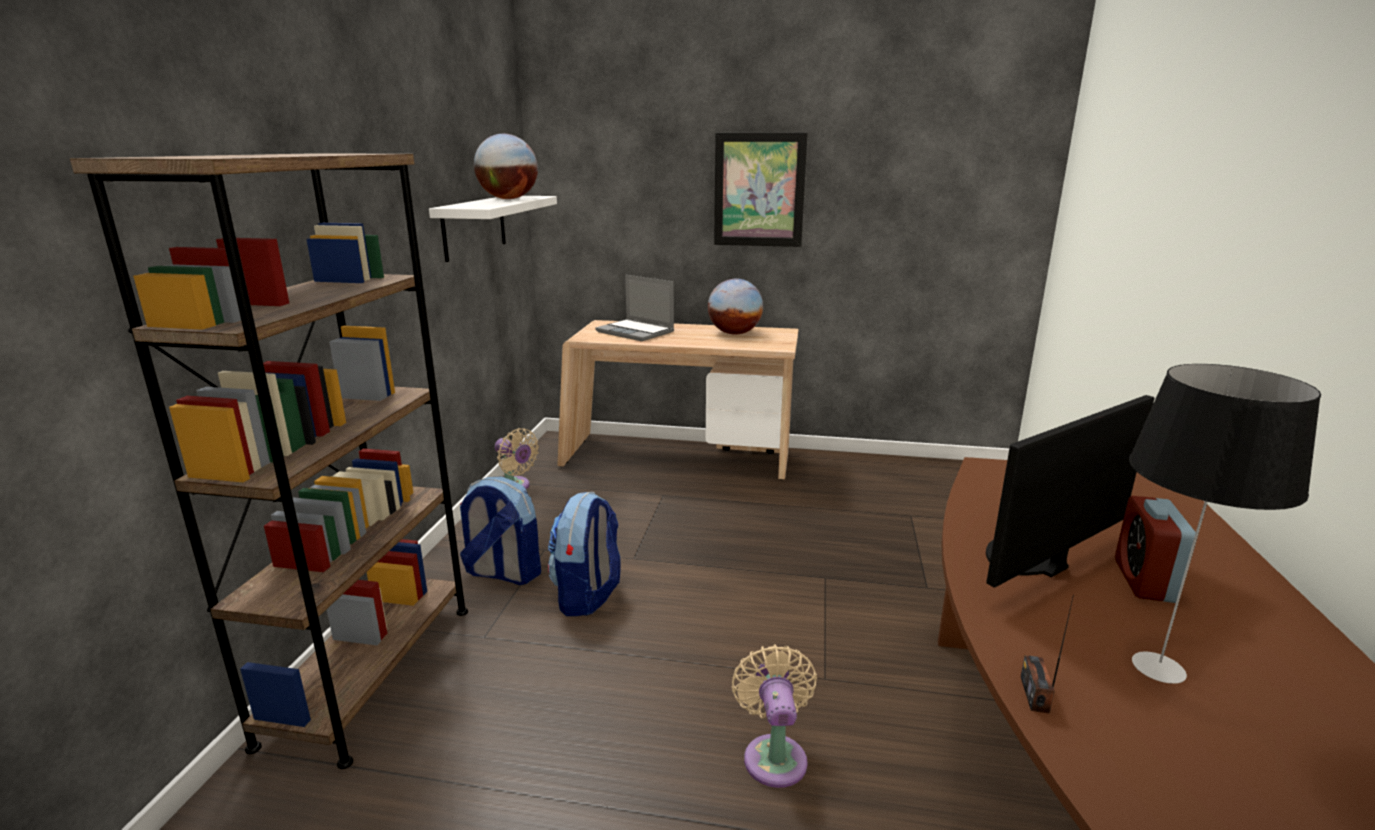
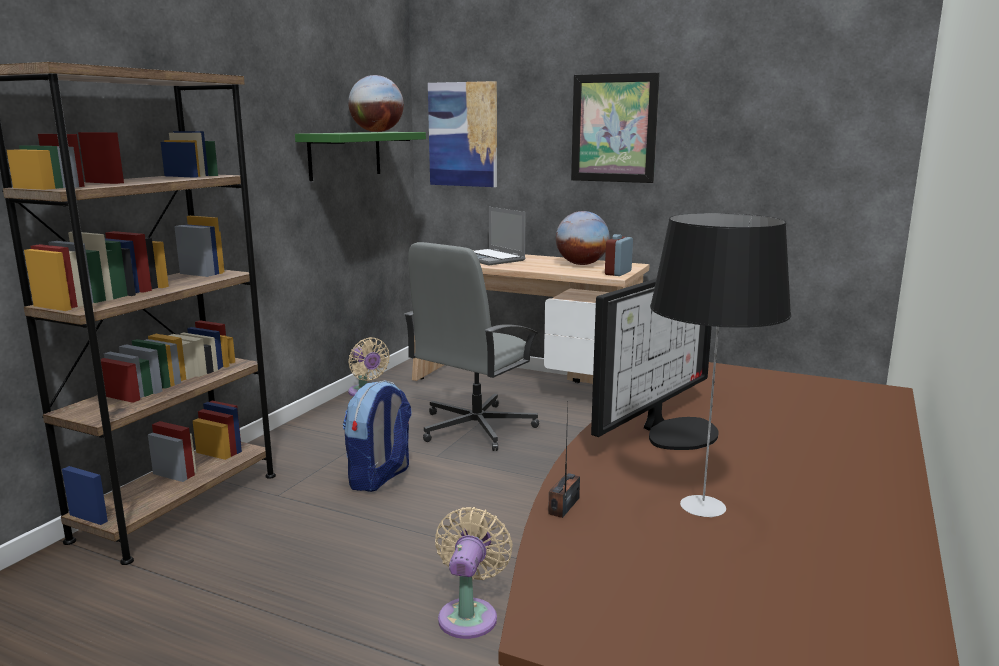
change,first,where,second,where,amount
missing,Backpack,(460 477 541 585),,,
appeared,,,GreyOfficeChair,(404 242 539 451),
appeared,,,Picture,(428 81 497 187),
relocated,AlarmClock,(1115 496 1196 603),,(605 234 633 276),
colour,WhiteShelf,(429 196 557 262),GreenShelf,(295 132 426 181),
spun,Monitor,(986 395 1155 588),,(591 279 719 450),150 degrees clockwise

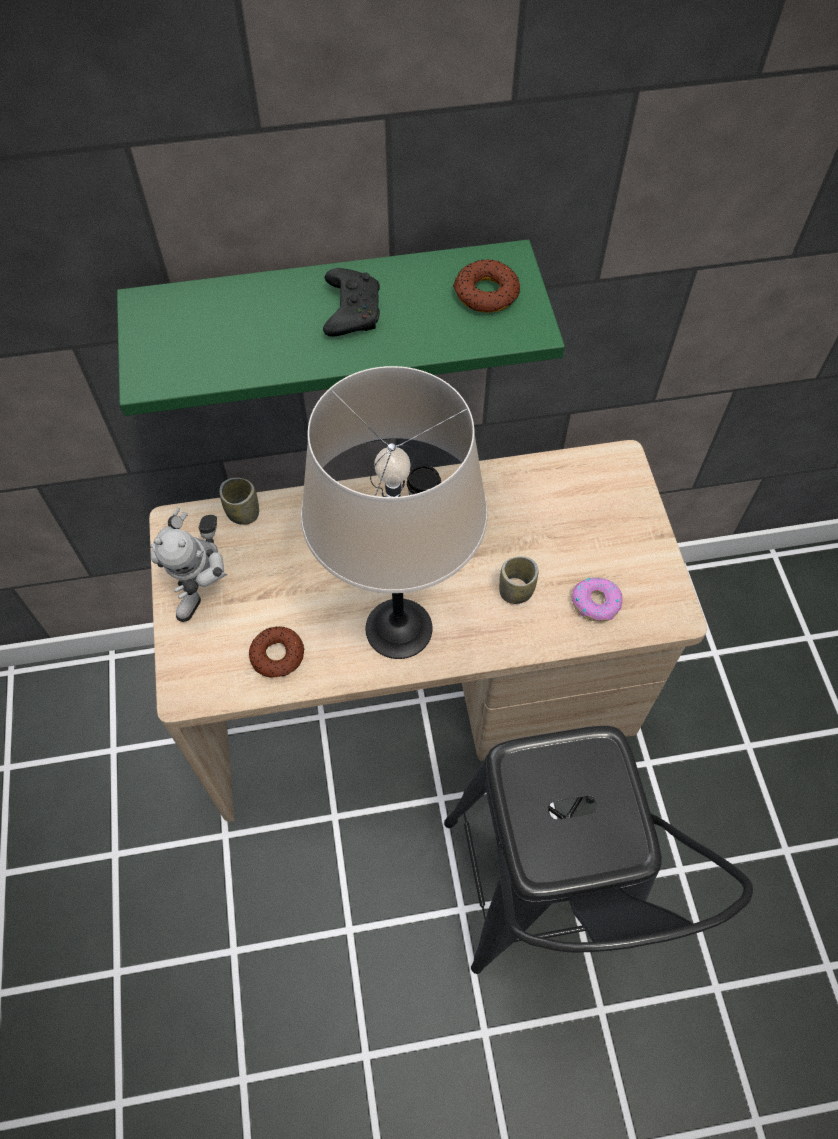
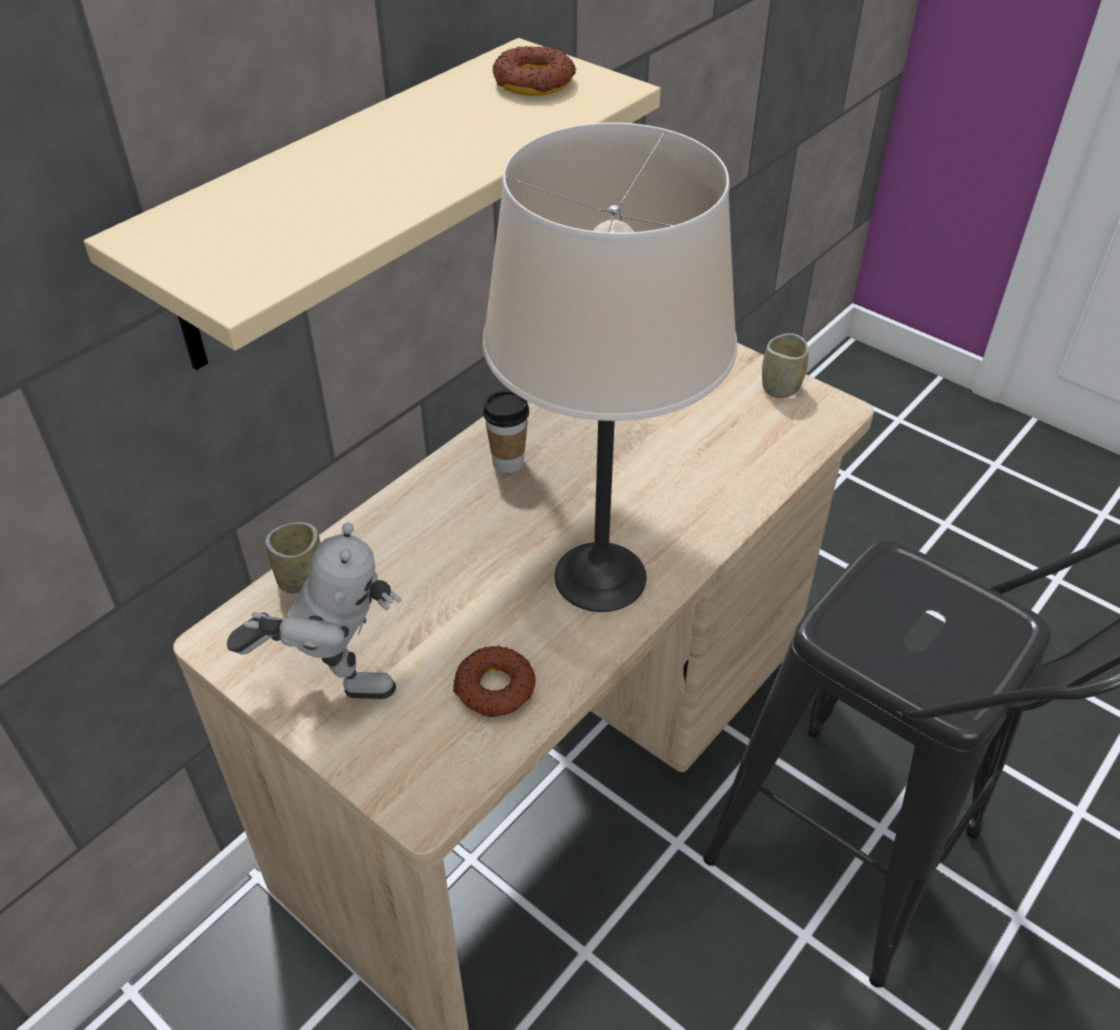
change,first,where,second,where,amount
missing,BlackGameController,(323 268 380 337),,,
missing,Donut,(572 578 622 622),,,
relocated,Cup,(499 556 538 604),,(762 333 809 398),
colour,GreenShelf,(117 240 565 416),BeigeShelf,(84 38 661 370),
spun,ToyRobot,(150 508 227 622),,(227 523 401 699),60 degrees counterclockwise

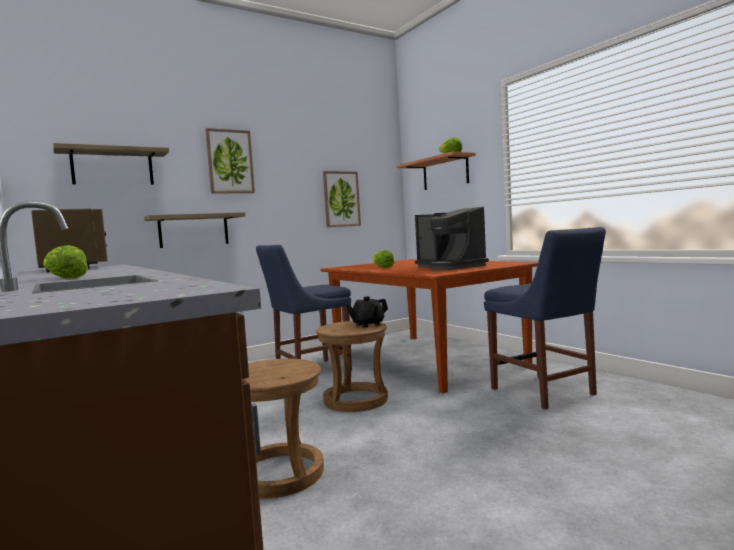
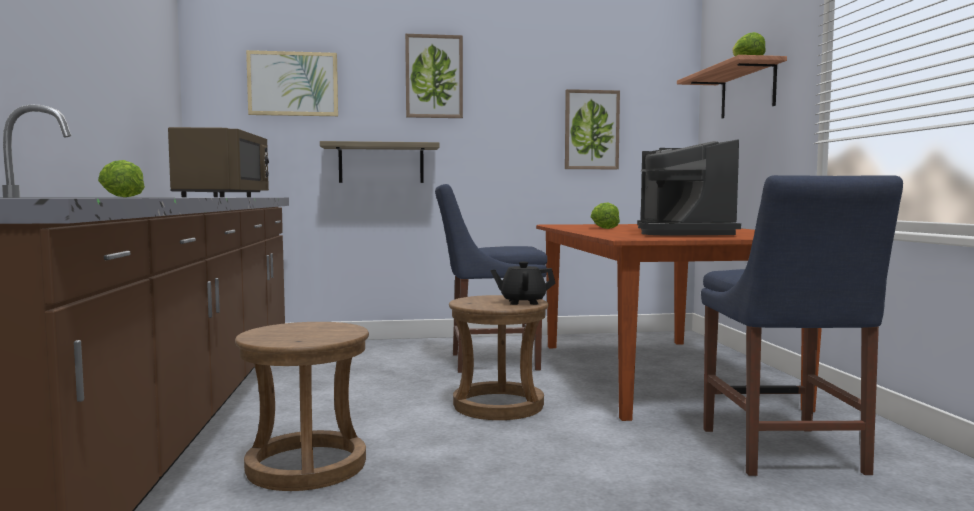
change,first,where,second,where,amount
exchanged,Shelf,(53 143 169 185),Picture,(246 50 338 116),

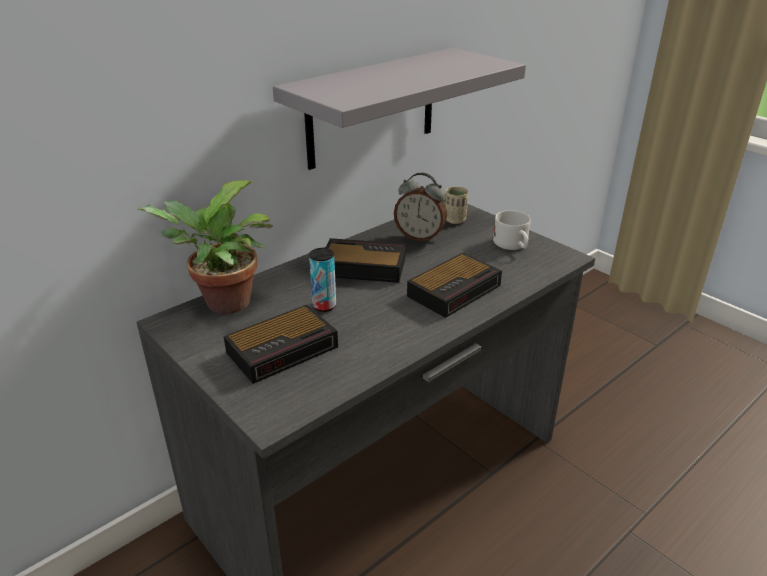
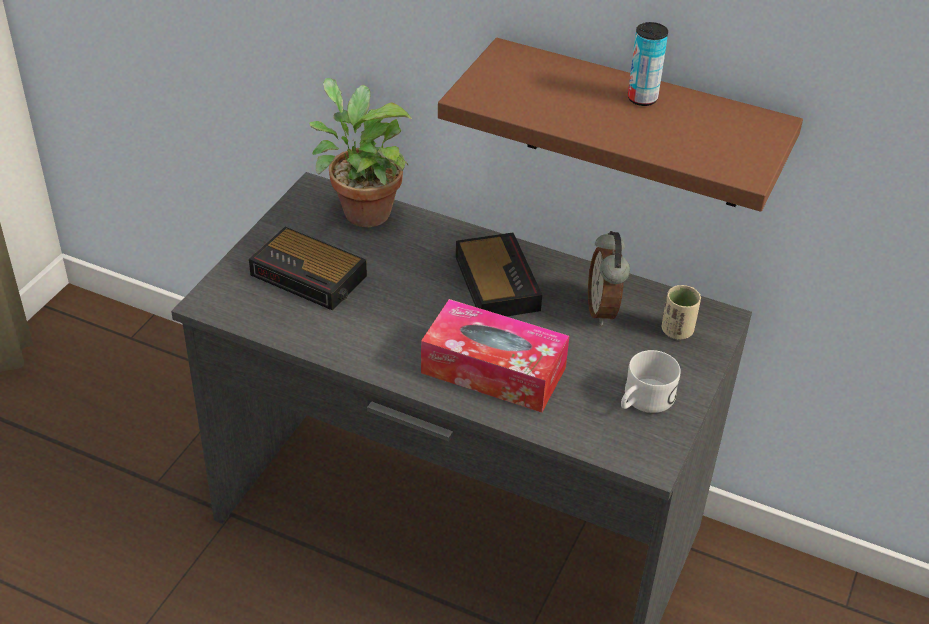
change,first,where,second,where,amount
relocated,Can,(309 248 336 312),,(628 22 668 106),
exchanged,AlarmClock,(407 253 502 318),TissueBox,(421 299 569 413),
colour,GreyShelf,(273 48 526 170),BrownShelf,(438 38 803 212),

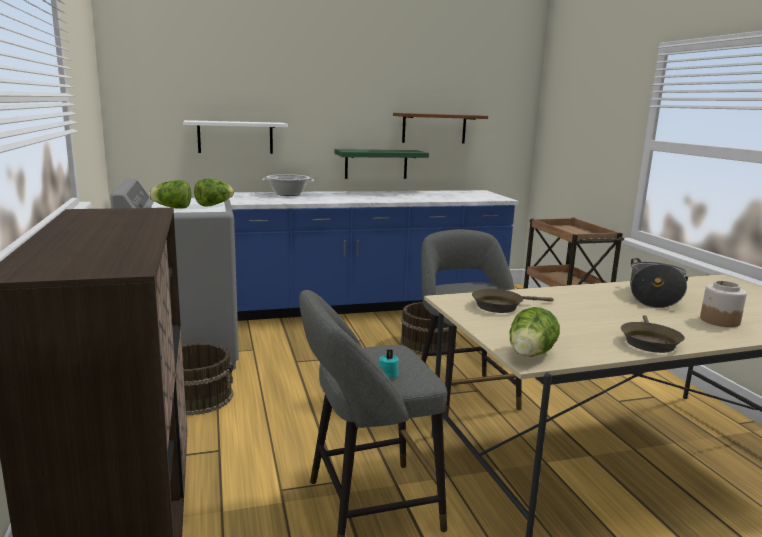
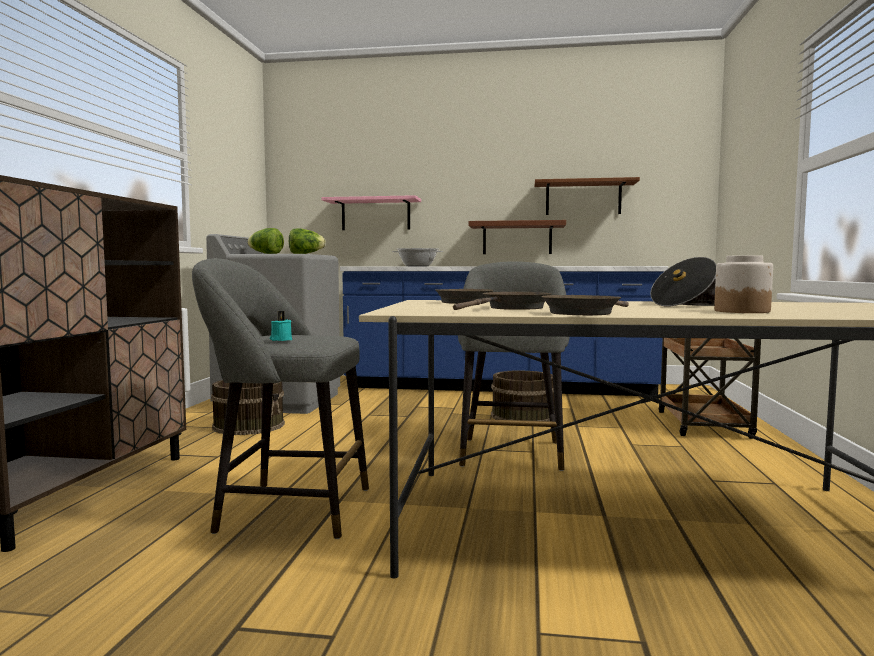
change,first,where,second,where,amount
missing,Lettuce,(510 307 560 357),,,
appeared,,,BrownFryingPan,(453 292 551 310),
colour,WhiteShelf,(183 120 288 154),PinkShelf,(322 195 421 230),
colour,GreenShelf,(335 149 429 179),BrownShelf,(469 220 566 254),

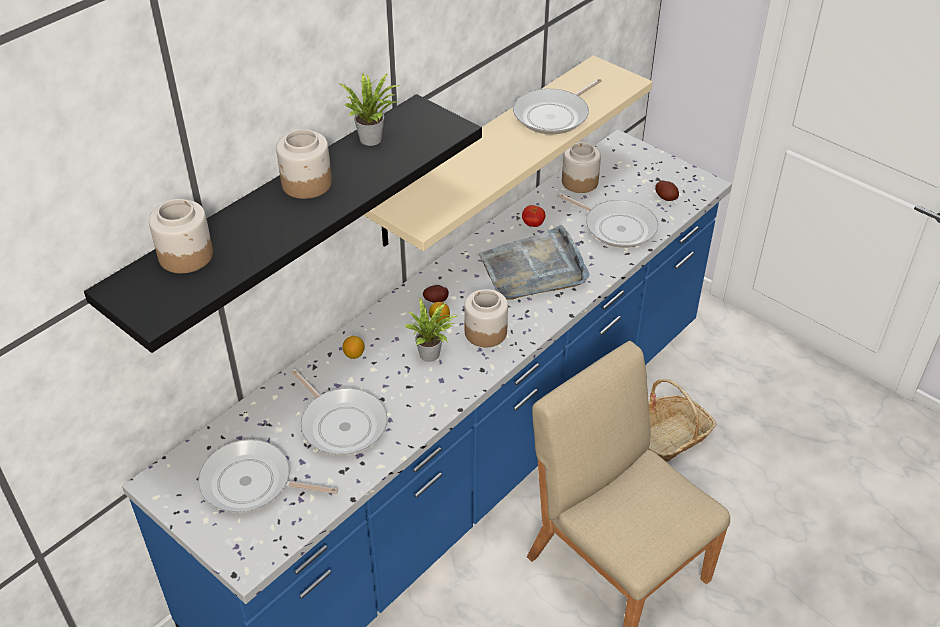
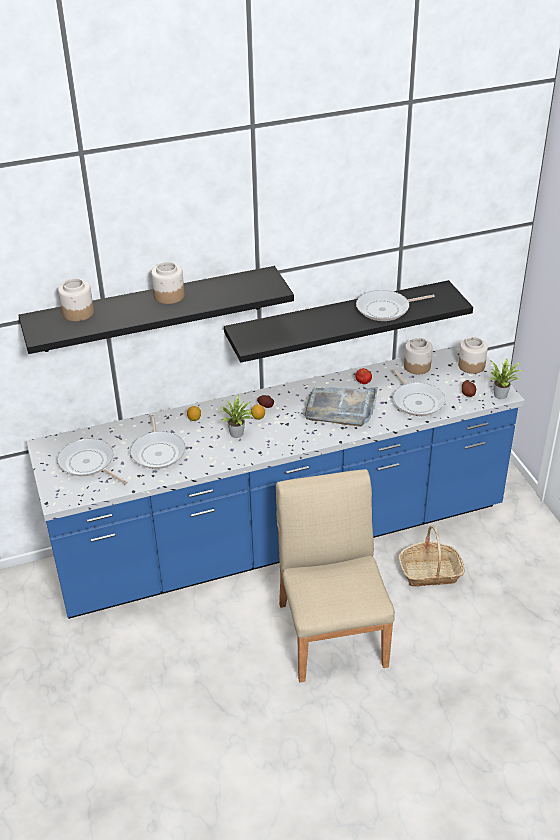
change,first,where,second,where,amount
relocated,PottedPlant,(339 73 401 146),,(490 358 522 399),
relocated,Jar,(464 289 508 347),,(458 337 488 374),
colour,BeigeShelf,(364 55 653 251),BlackShelf,(224 280 473 363),

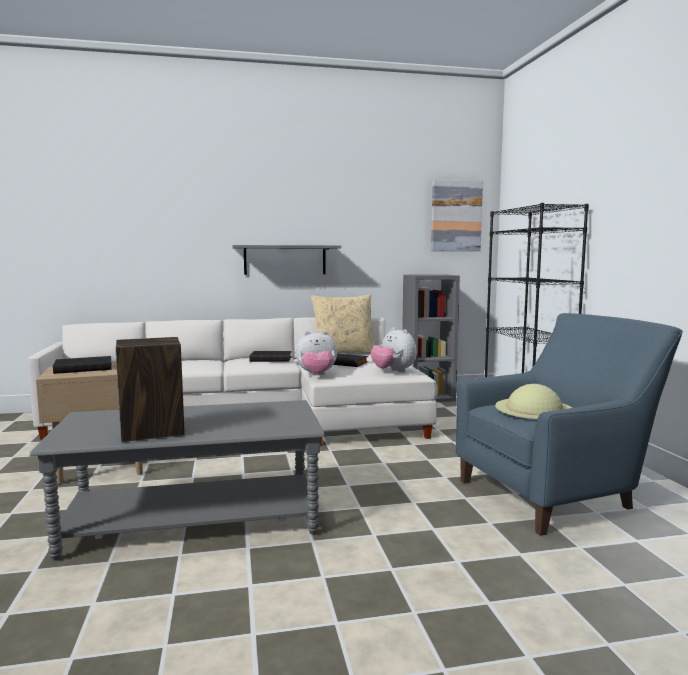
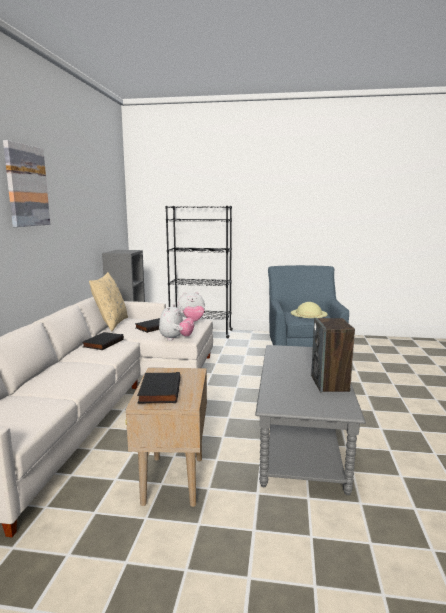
change,first,where,second,where,amount
missing,GreyShelf,(232 245 341 275),,,
relocated,Picture,(431 180 483 251),,(3 140 50 227),

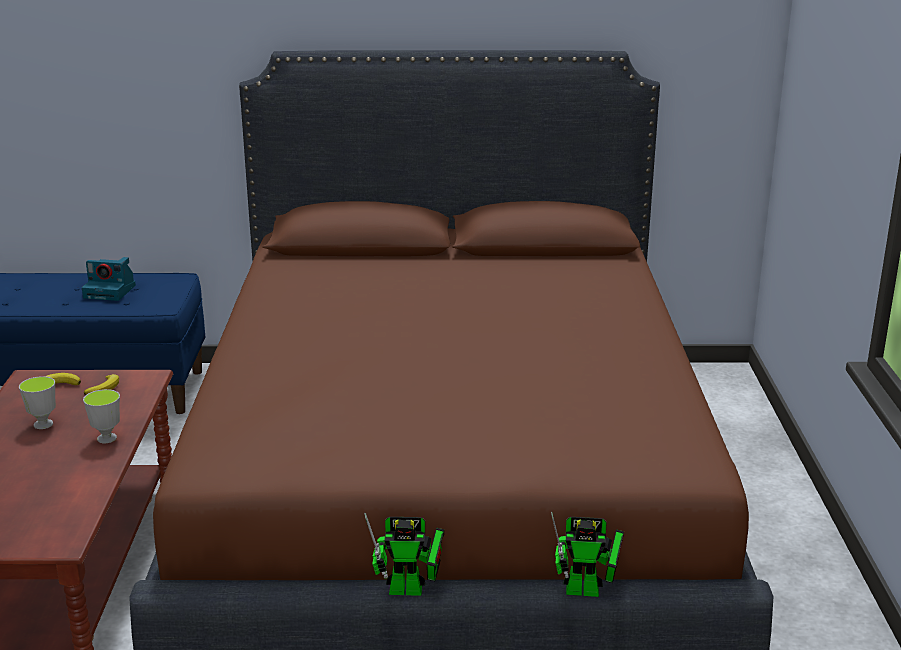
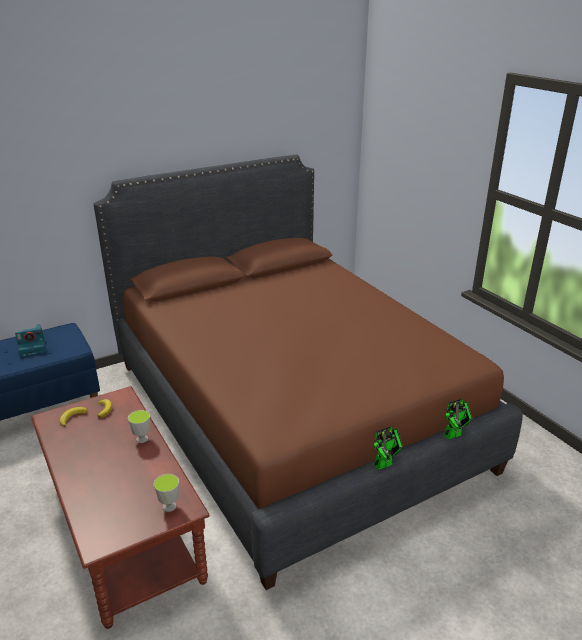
change,first,where,second,where,amount
relocated,Cup,(19 376 56 429),,(154 474 179 512),

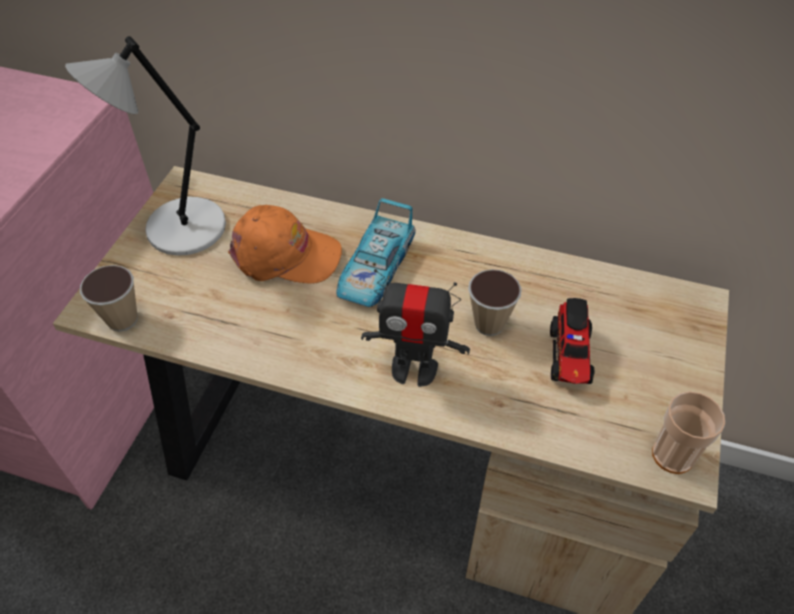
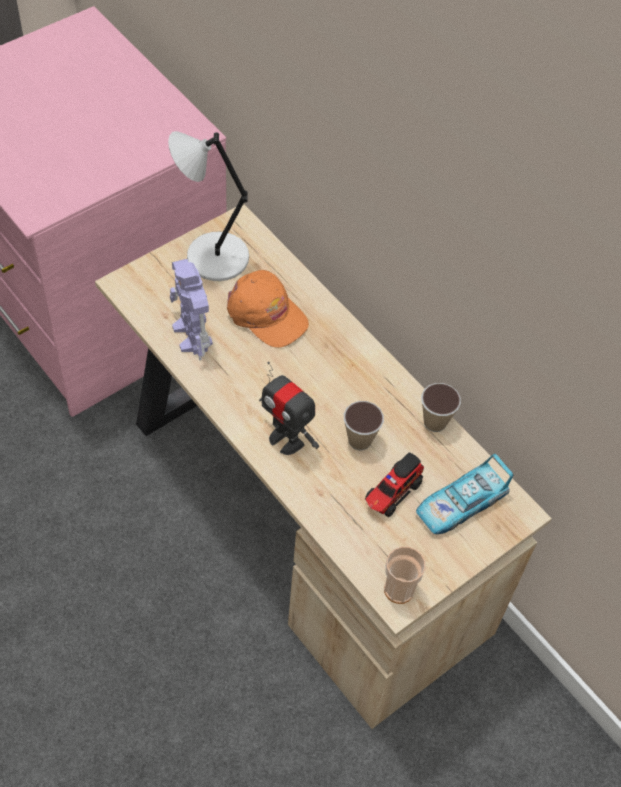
change,first,where,second,where,amount
appeared,,,ToyRobot,(170 259 213 360),
relocated,Cup,(80 265 137 331),,(421 383 461 432),
relocated,ToyCar,(336 198 416 307),,(416 454 513 534),

